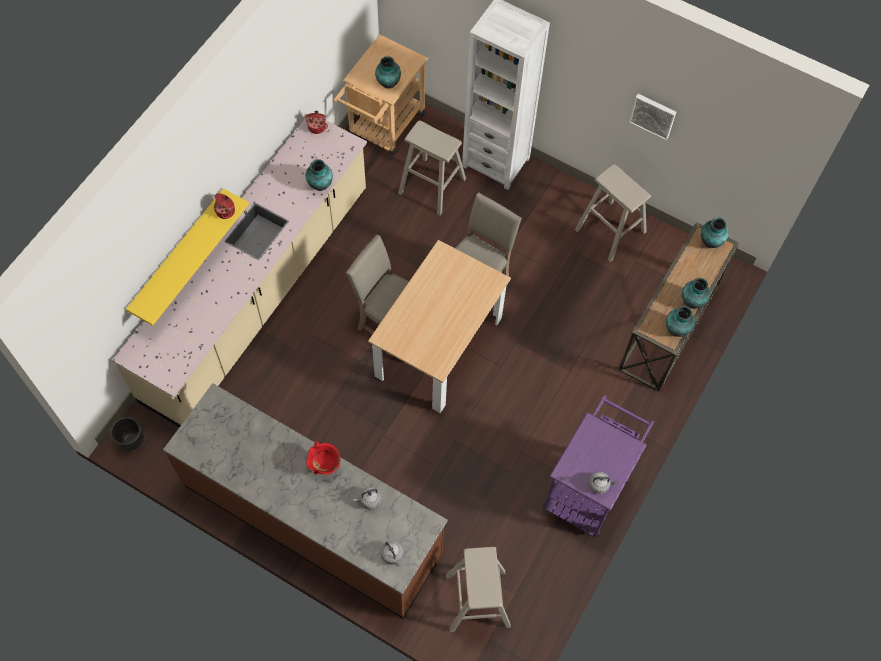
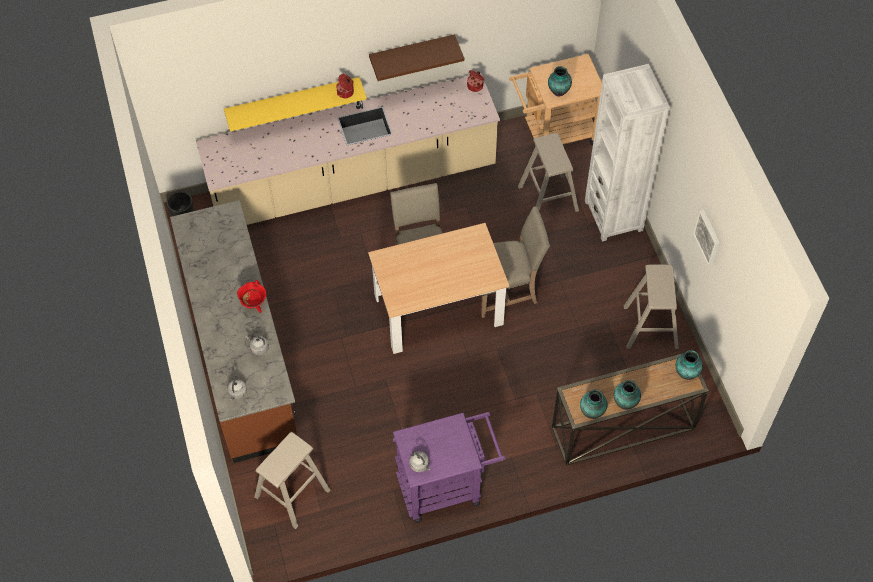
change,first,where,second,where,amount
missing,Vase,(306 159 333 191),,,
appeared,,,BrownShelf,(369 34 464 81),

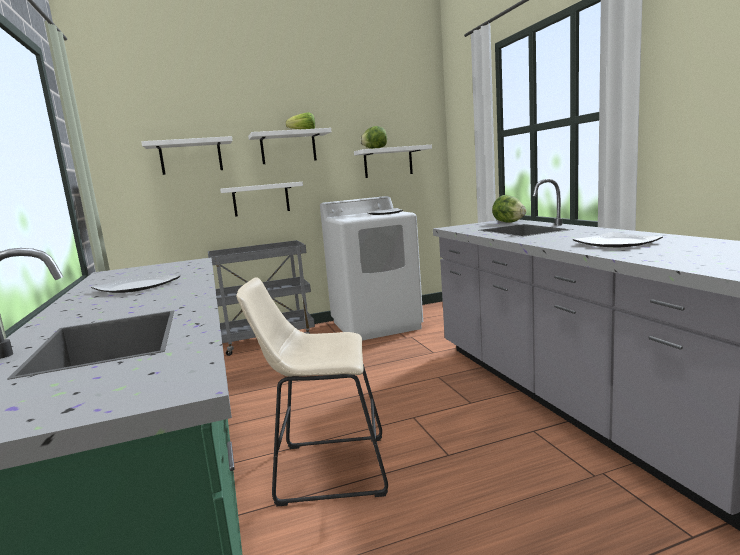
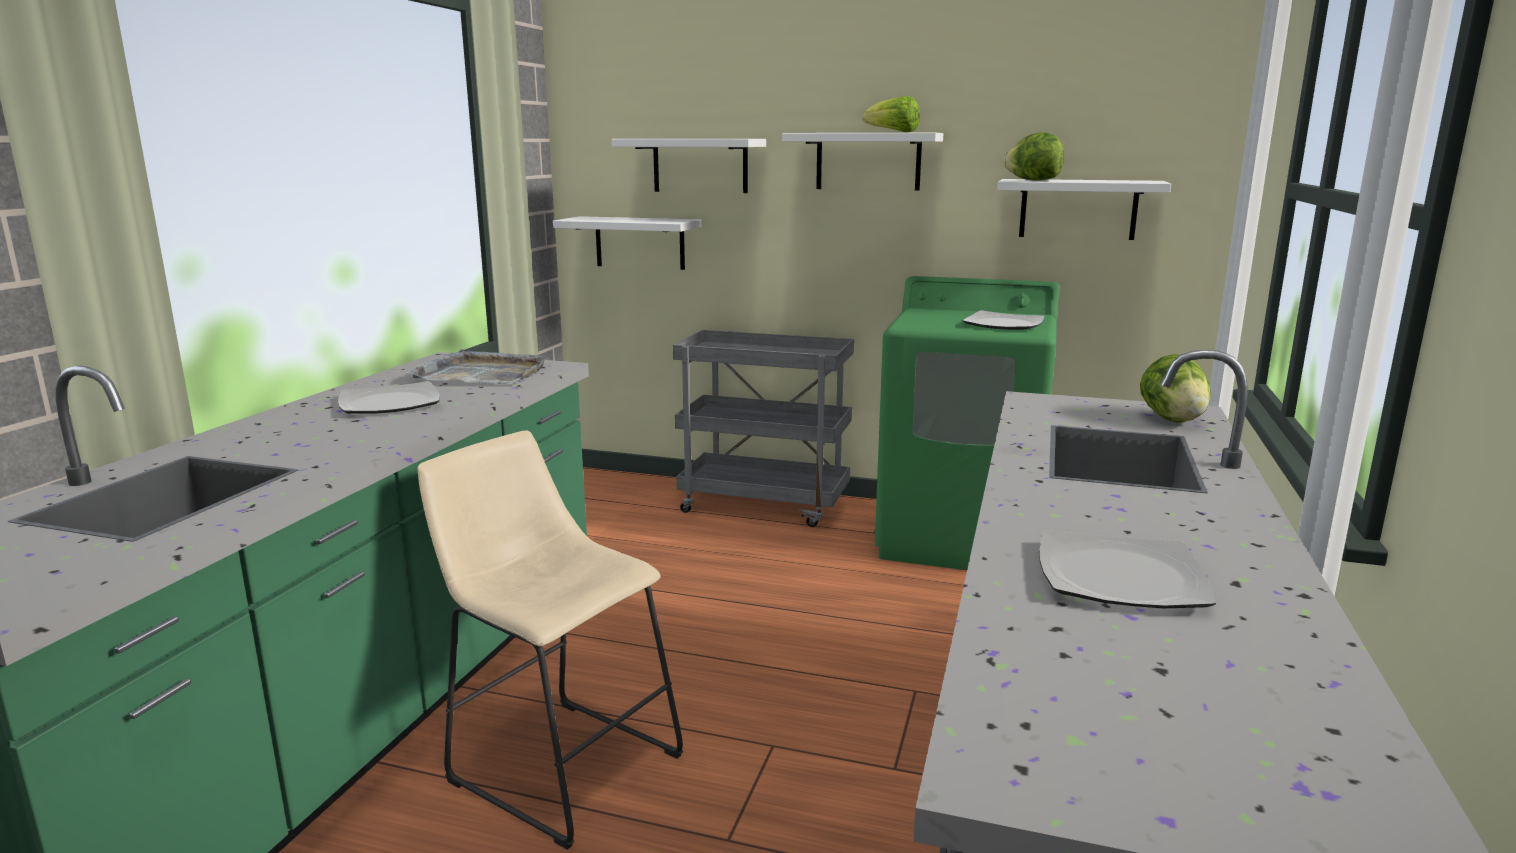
change,first,where,second,where,amount
appeared,,,GreyTray,(407 349 548 384),
relocated,WhiteShelf,(220 182 303 217),,(553 216 701 270),
colour,WhiteWashingMachine,(320 196 423 341),GreenWashingMachine,(875 276 1060 570),

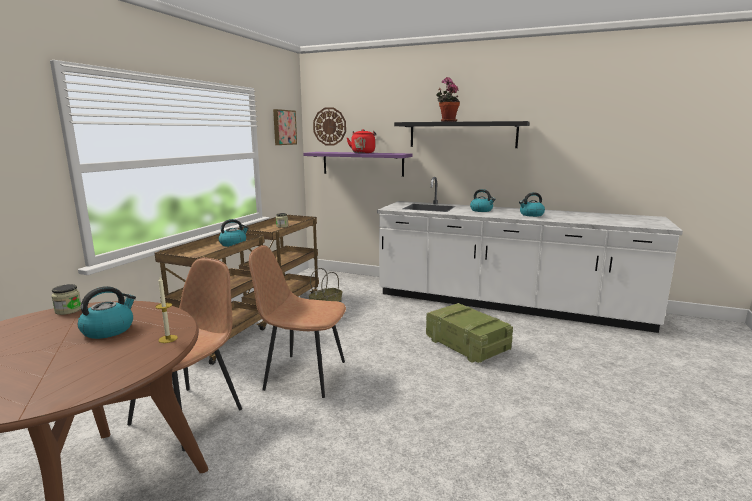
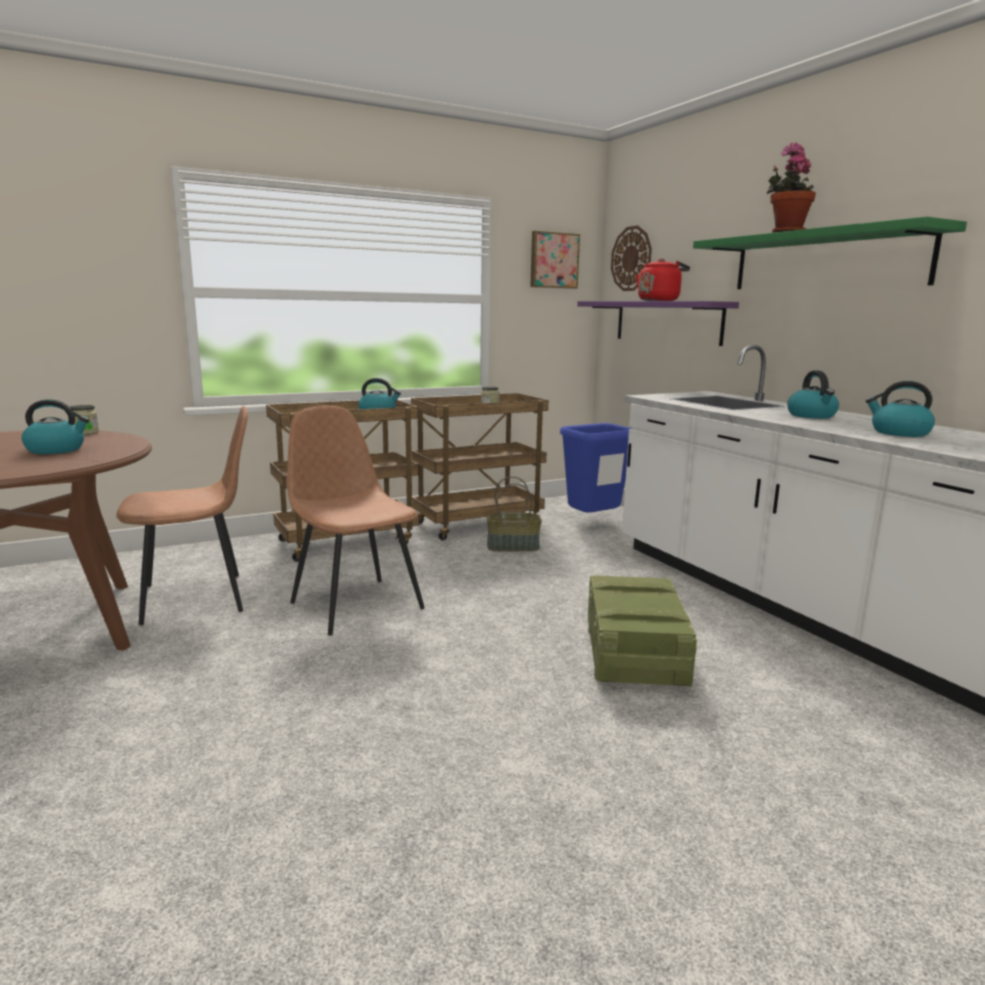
change,first,where,second,where,amount
missing,Candle,(155 277 178 343),,,
appeared,,,BlueTrashCan,(560 423 632 512),
colour,BlackShelf,(394 121 530 148),GreenShelf,(693 216 967 289),

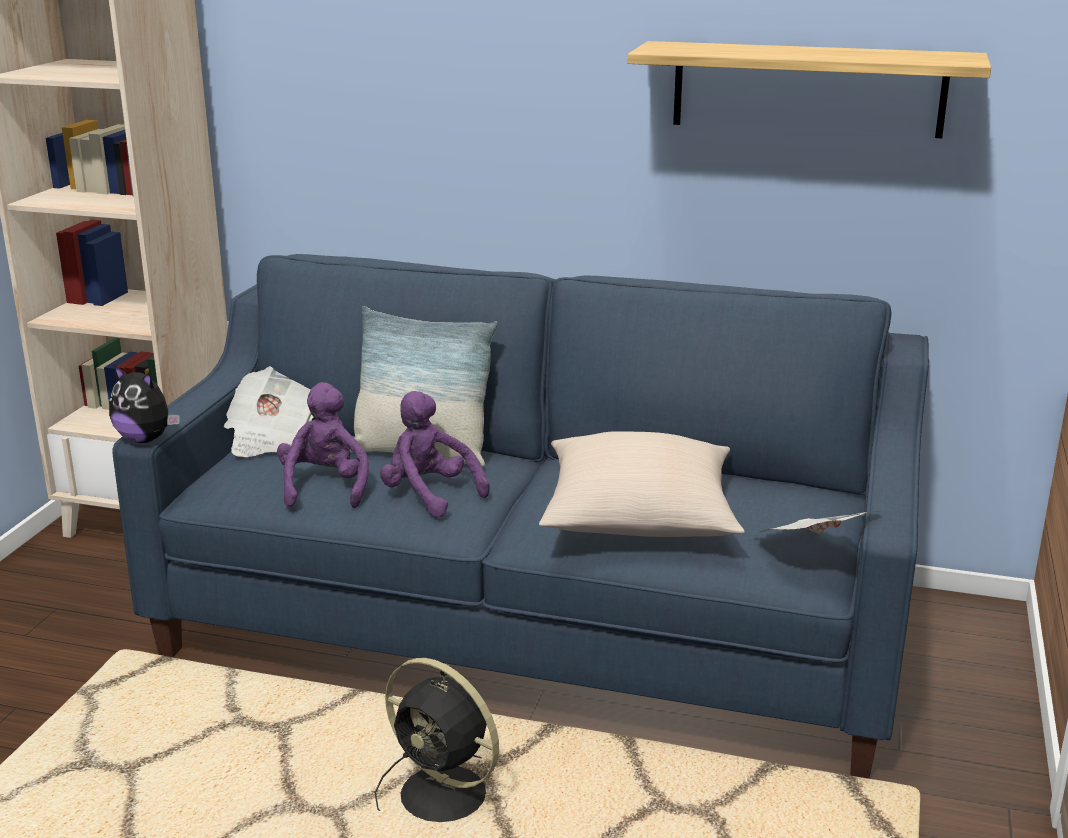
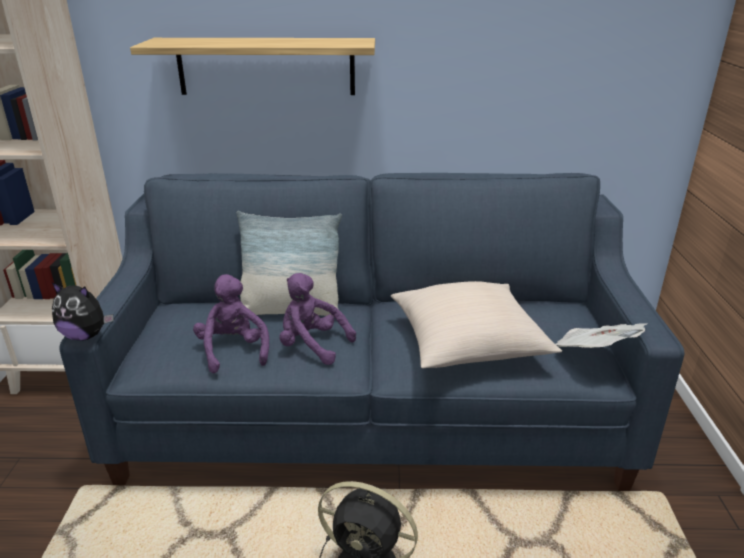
change,first,where,second,where,amount
missing,Newspaper,(224 366 313 457),,,
relocated,Shelf,(627 41 991 138),,(130 38 375 95),

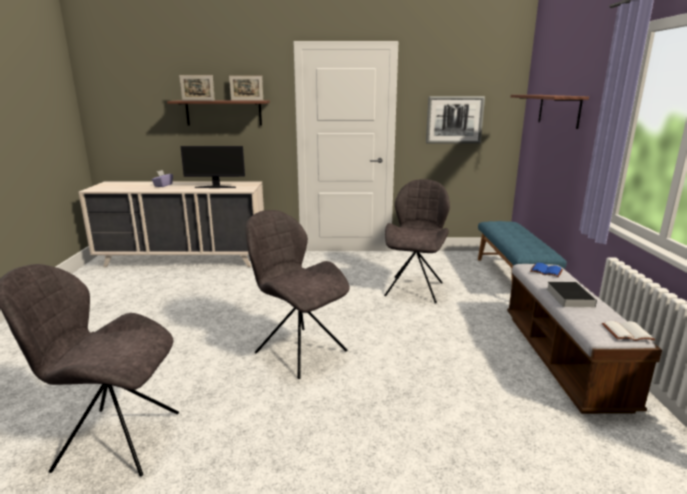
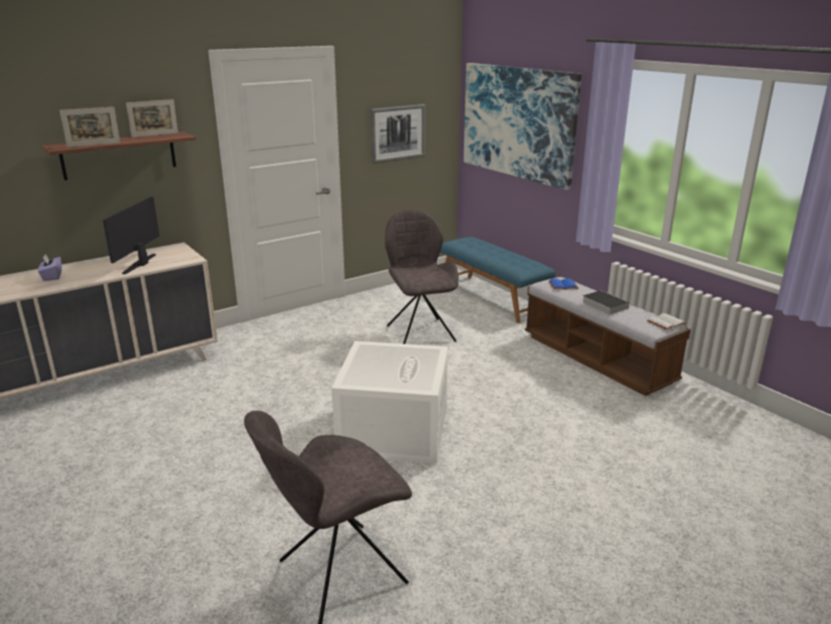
change,first,where,second,where,amount
exchanged,GreyChair,(245 210 350 379),WhiteStorageBox,(331 341 448 464),
exchanged,Shelf,(511 95 589 129),Picture,(464 63 582 190),
spun,Monitor,(180 146 245 188),,(103 197 160 274),135 degrees clockwise

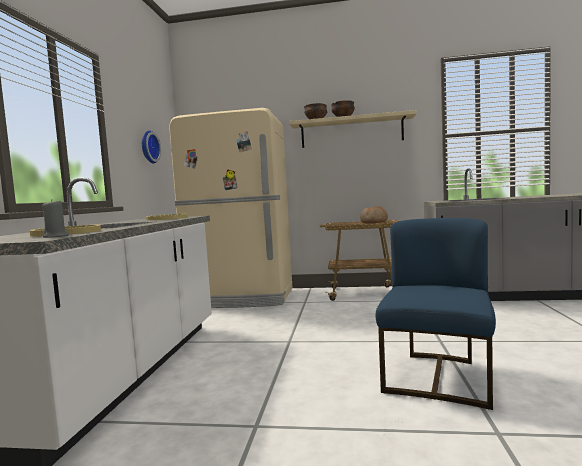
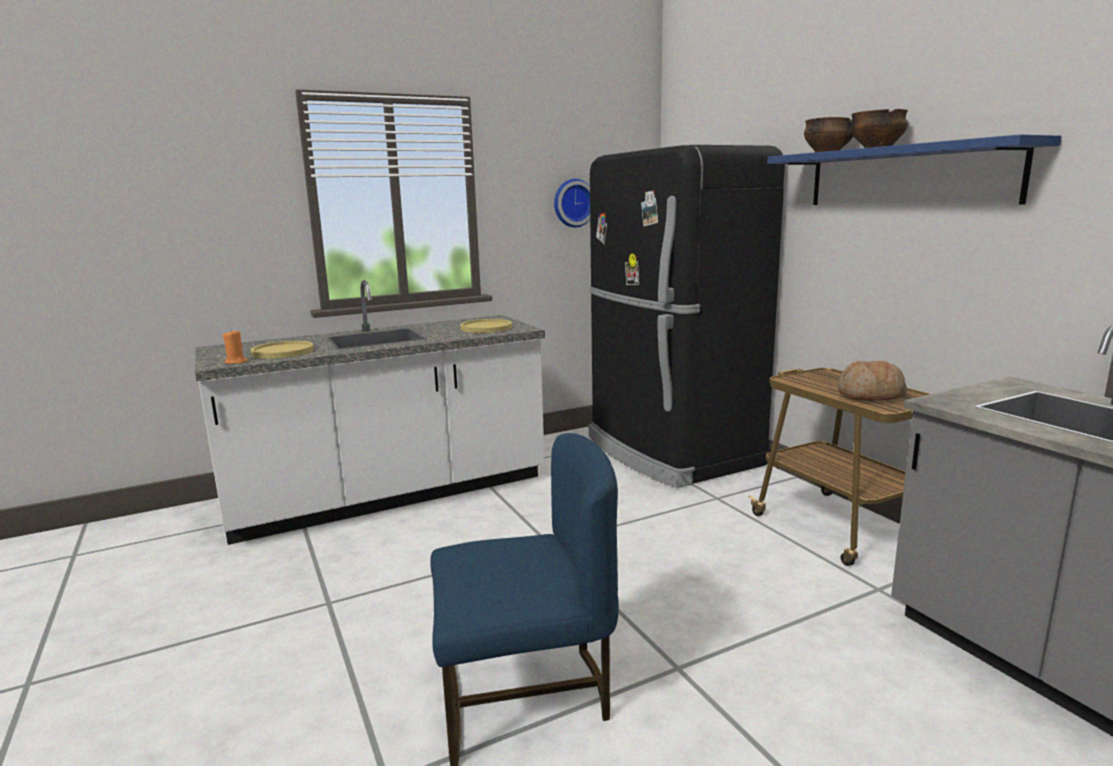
change,first,where,second,where,amount
colour,GreyCandle,(42 199 69 238),OrangeCandle,(223 329 248 364),
colour,BeigeFridge,(169 108 293 308),BlackFridge,(588 145 785 488),
colour,BeigeShelf,(289 110 417 148),BlueShelf,(767 134 1062 205),

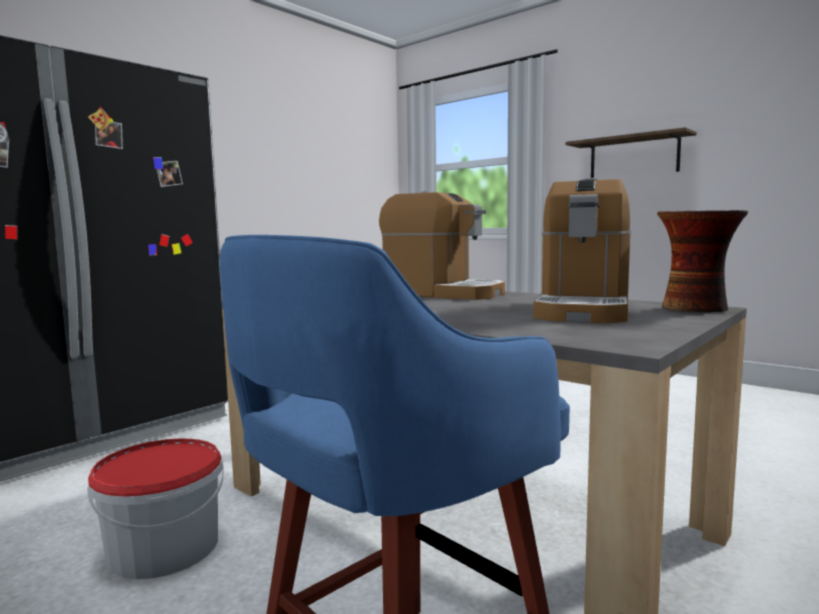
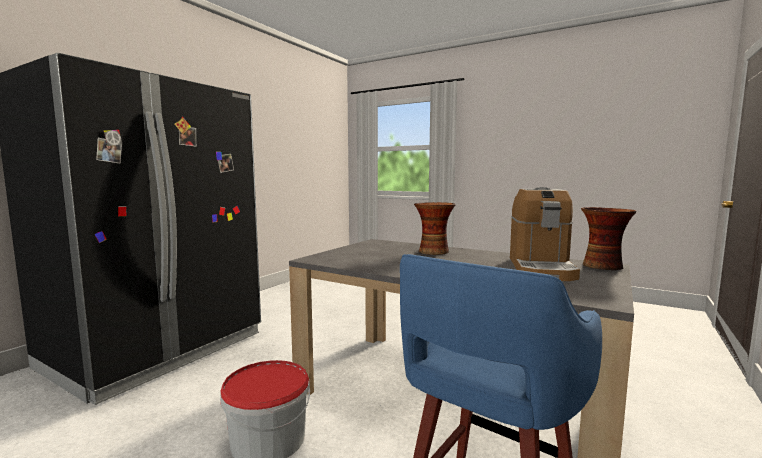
change,first,where,second,where,amount
missing,Shelf,(566 127 696 178),,,
exchanged,CoffeeMachine,(379 191 505 300),Vase,(414 202 456 255),

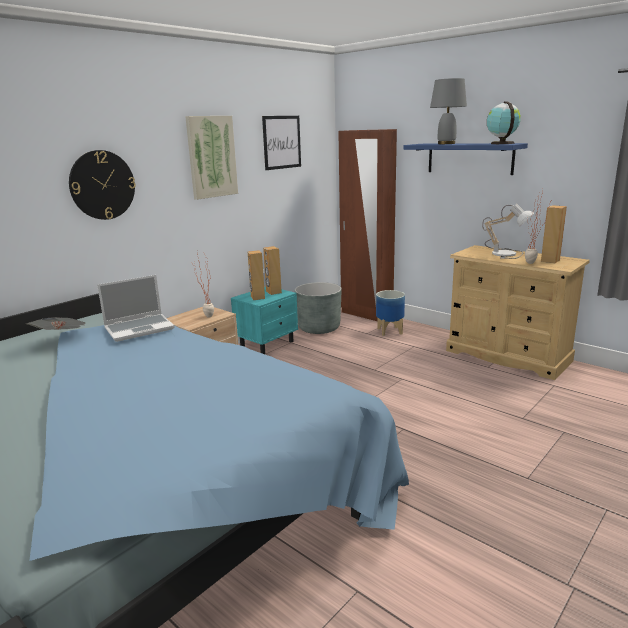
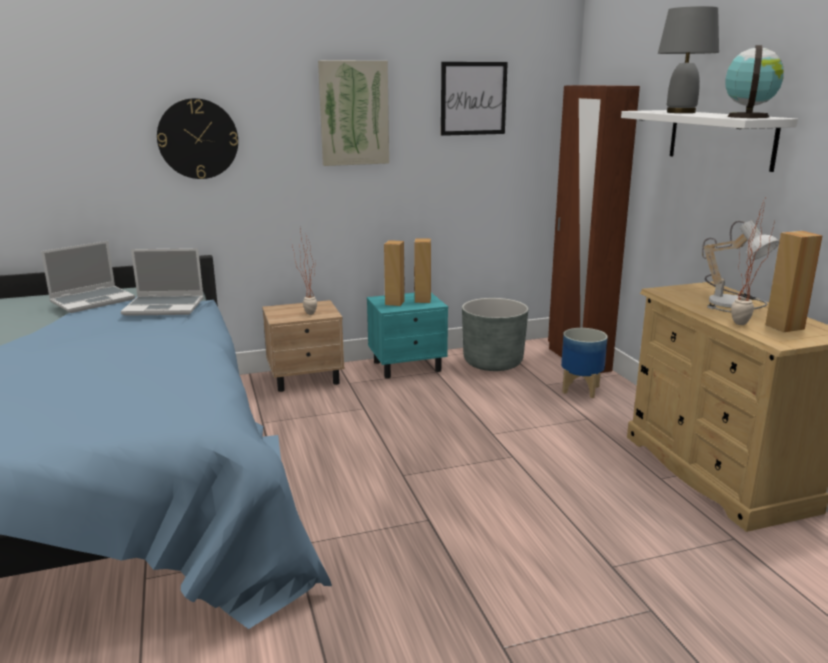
change,first,where,second,where,amount
exchanged,Newspaper,(26 317 85 330),Laptop,(41 241 135 313),
colour,BlueShelf,(404 143 528 175),WhiteShelf,(621 110 798 172),

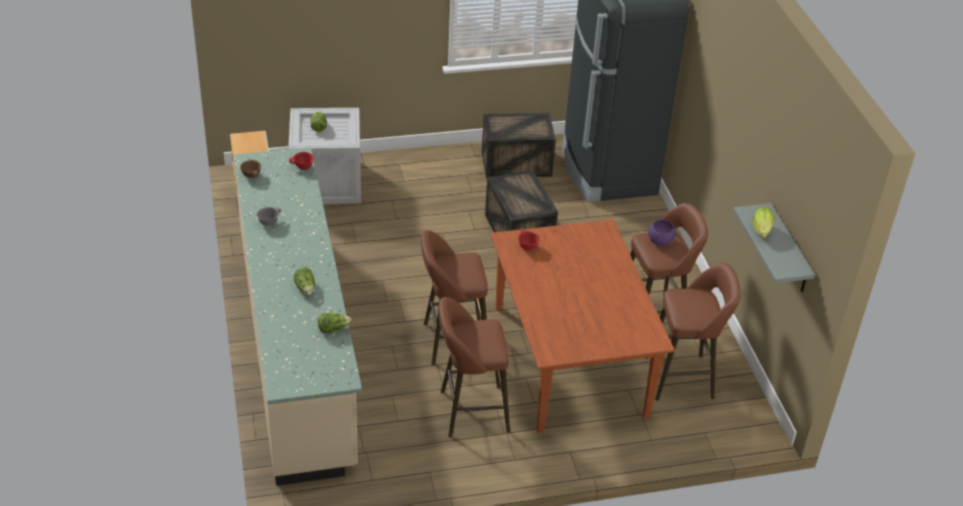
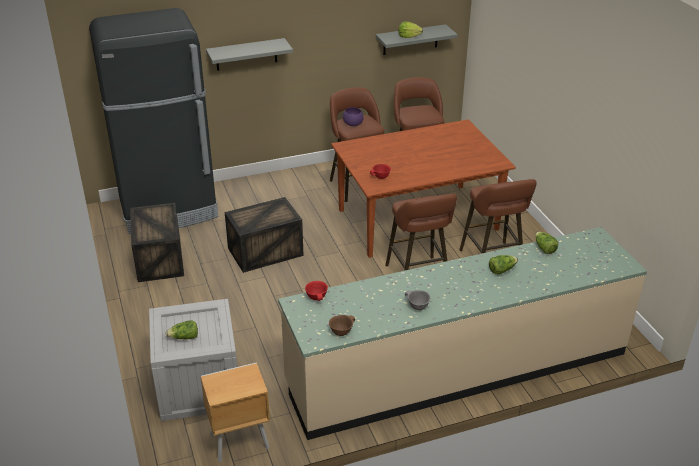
change,first,where,second,where,amount
appeared,,,GreyShelf,(206 38 293 71),

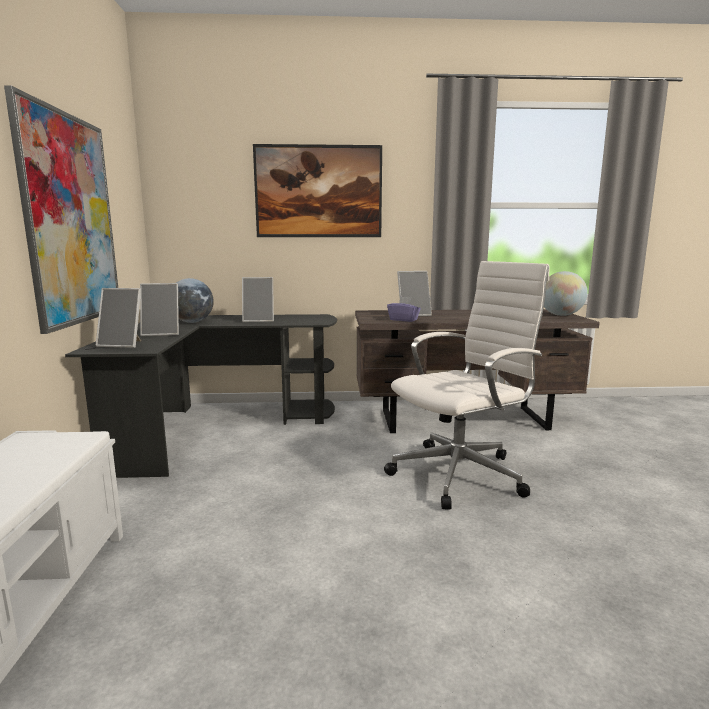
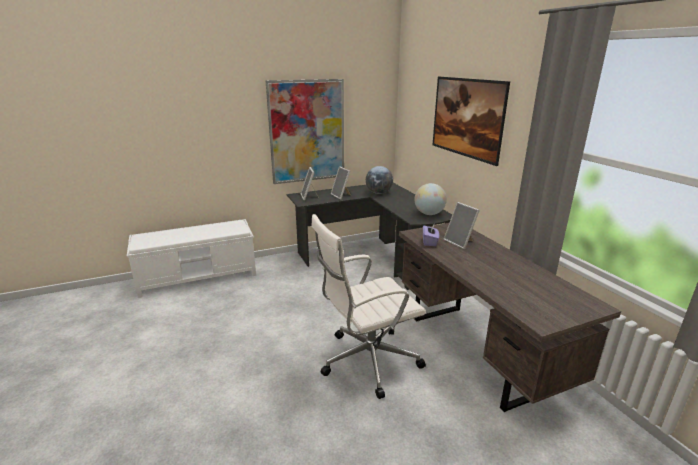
change,first,where,second,where,amount
missing,PictureFrame,(242 277 274 322),,,
relocated,Globe,(544 271 588 316),,(414 183 447 215),
spun,WhiteOfficeChair,(384 261 550 509),,(311 214 426 399),120 degrees clockwise

